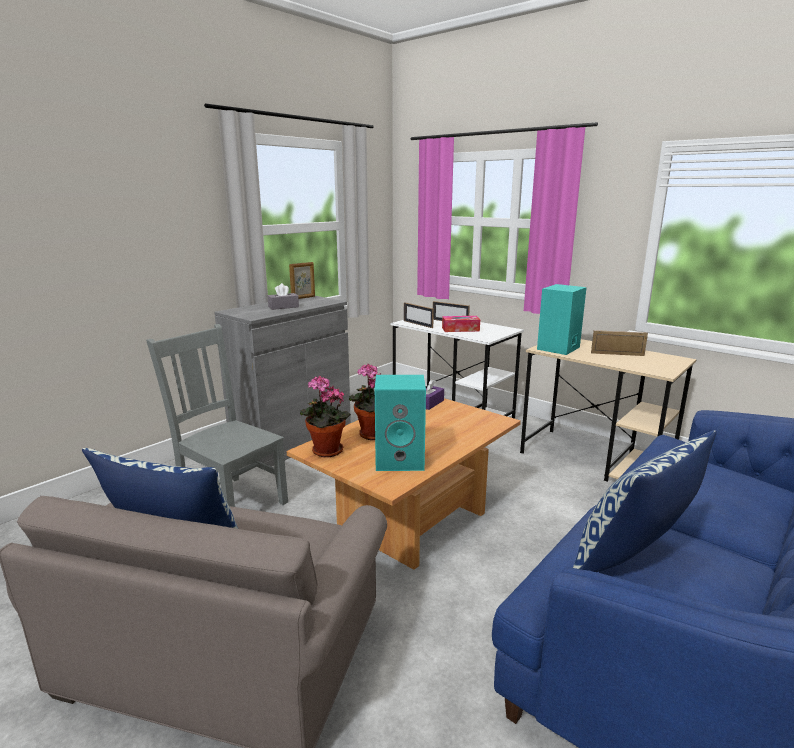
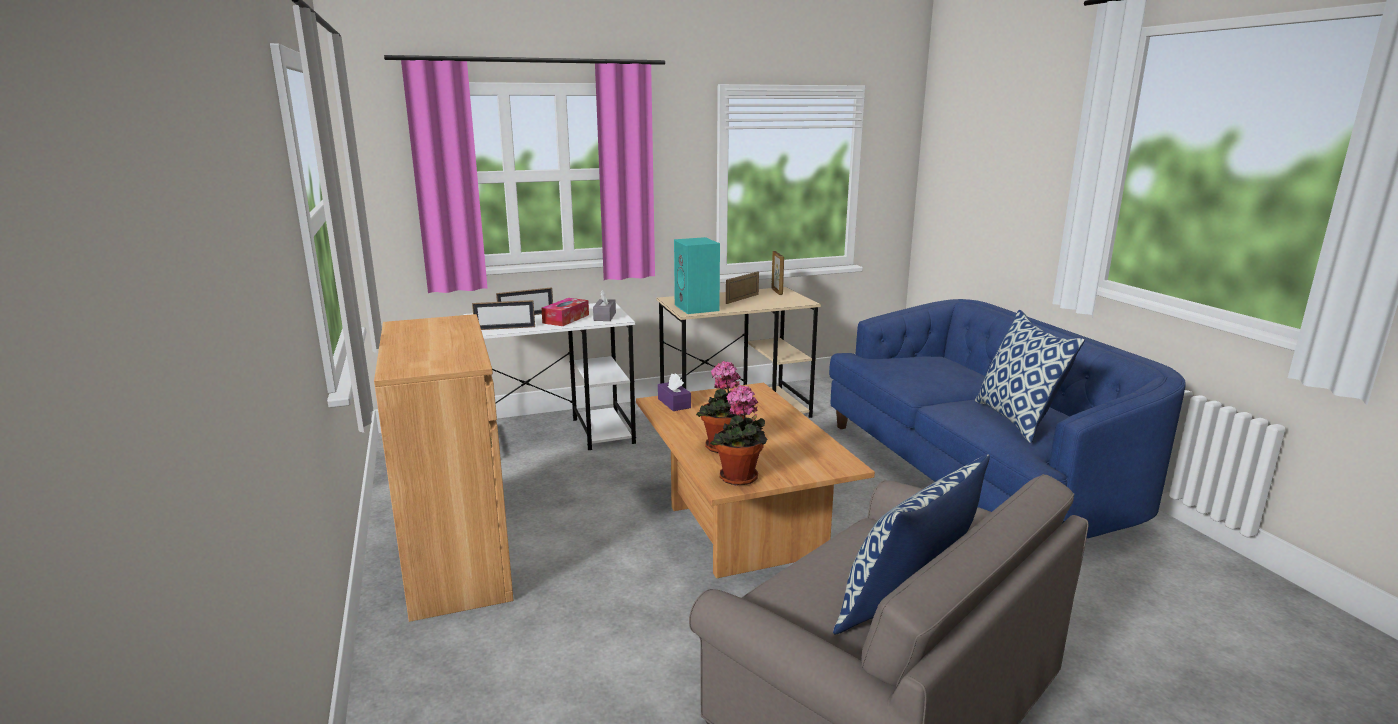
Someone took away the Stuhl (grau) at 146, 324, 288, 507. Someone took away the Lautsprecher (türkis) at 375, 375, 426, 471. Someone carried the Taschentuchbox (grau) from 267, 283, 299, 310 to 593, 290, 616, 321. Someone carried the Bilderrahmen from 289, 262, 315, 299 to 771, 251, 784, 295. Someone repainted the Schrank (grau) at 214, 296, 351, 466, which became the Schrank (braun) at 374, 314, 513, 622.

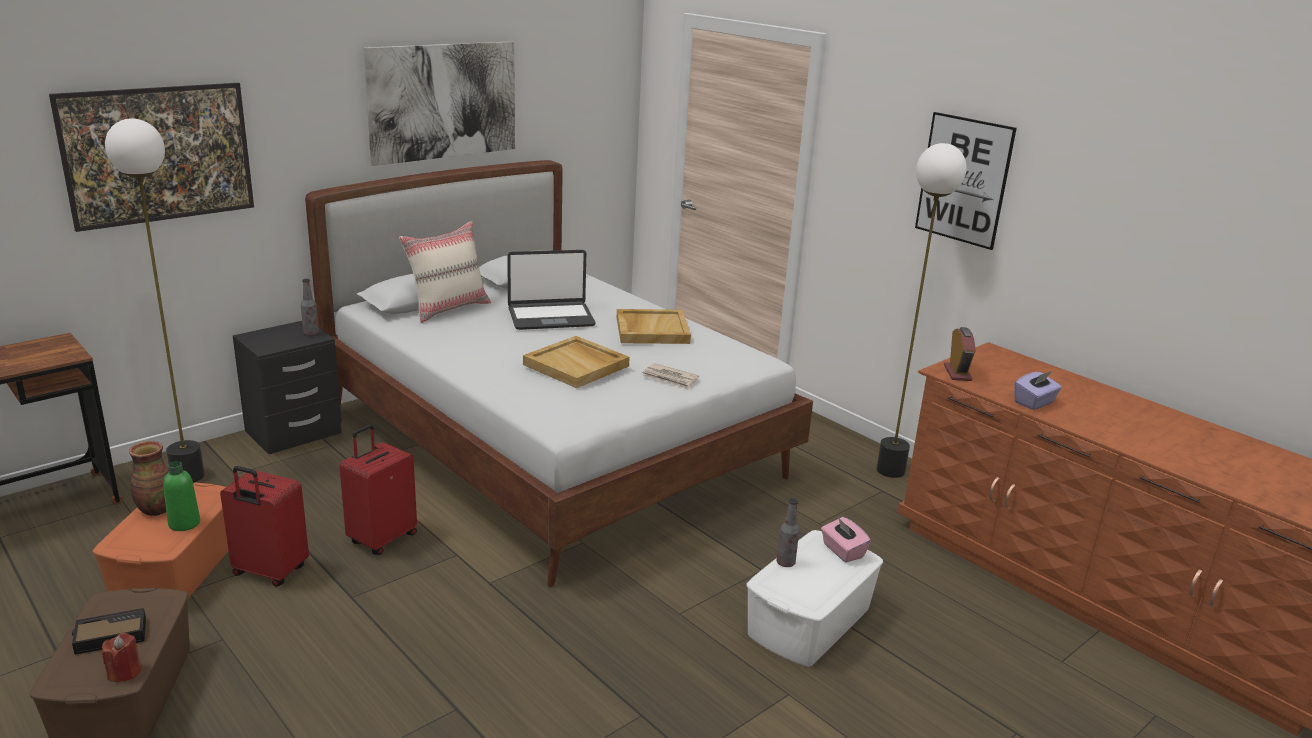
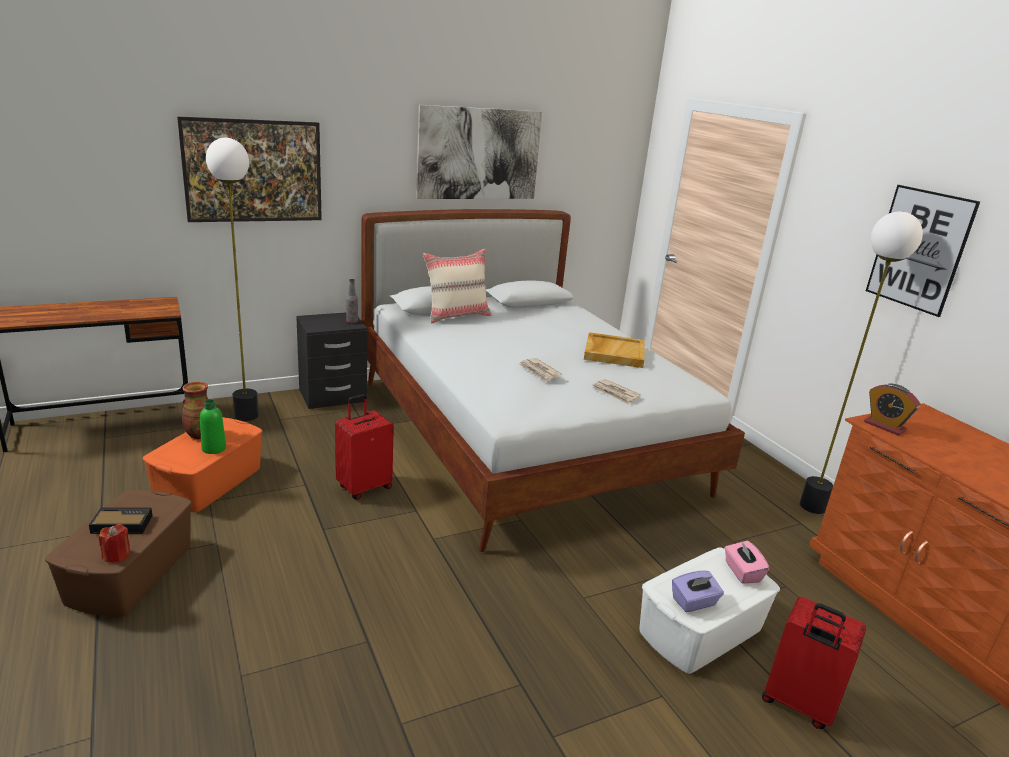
Someone took away the Laptop at 507, 250, 596, 330. Someone took away the Flasche at 776, 498, 799, 567. Someone carried the Koffer (rot) from 220, 466, 309, 587 to 762, 597, 866, 729. Someone carried the Taschentuchbox (lila) from 1014, 371, 1062, 410 to 672, 570, 724, 612. Someone swapped the Tablett (beige) at 523, 336, 630, 388 for the Zeitung at 519, 358, 562, 382. Someone rotated the Wecker at 944, 327, 976, 381 by 120 degrees clockwise.

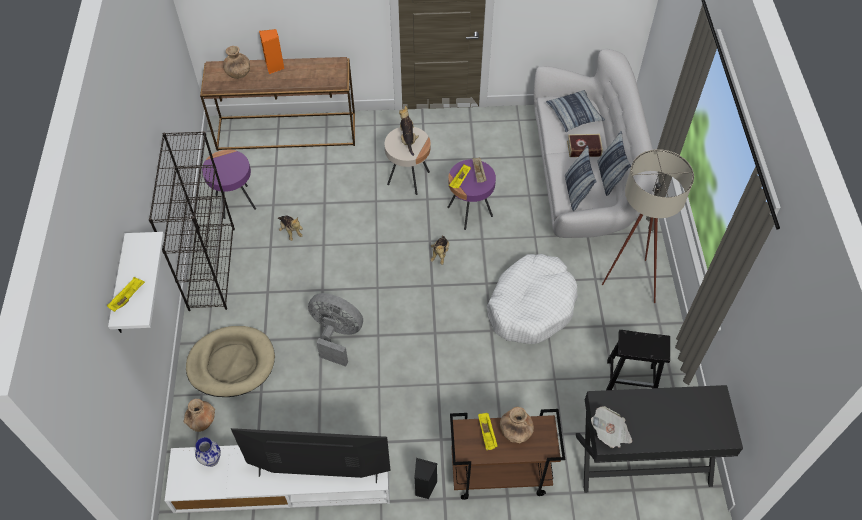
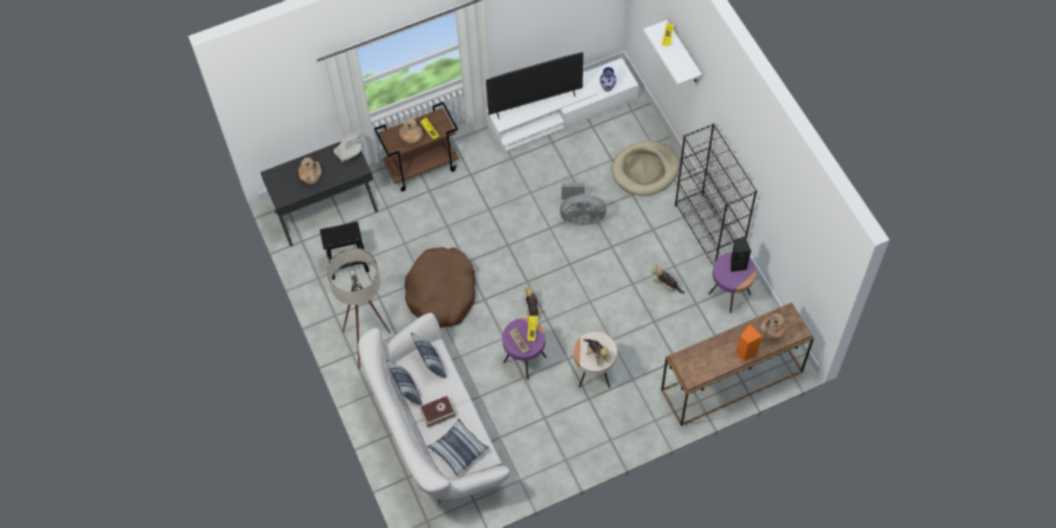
Someone carried the Vase (braun) from 184, 399, 215, 432 to 299, 157, 322, 184. Someone carried the Lautsprecher (schwarz) from 414, 458, 438, 499 to 731, 238, 751, 272. Someone repainted the Hundebett (weiß) at 487, 254, 578, 344, which became the Hundebett (braun) at 405, 247, 475, 328.

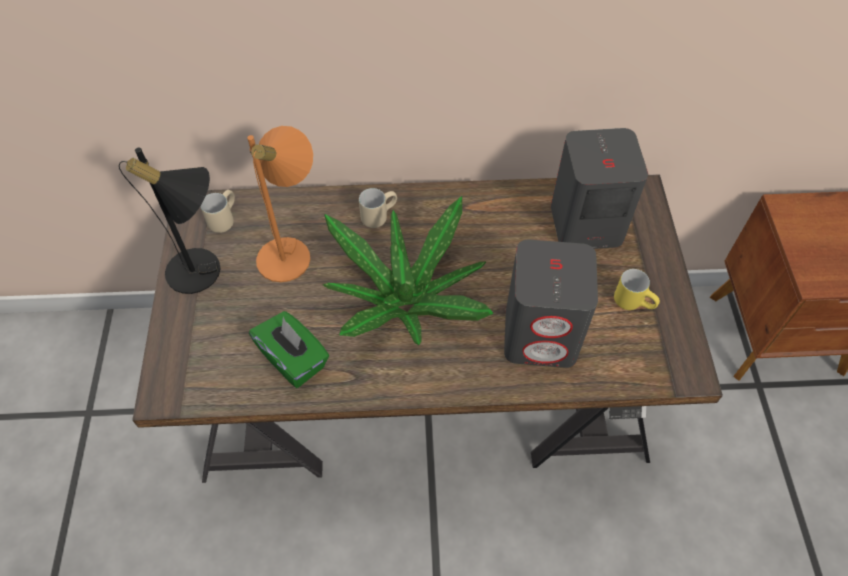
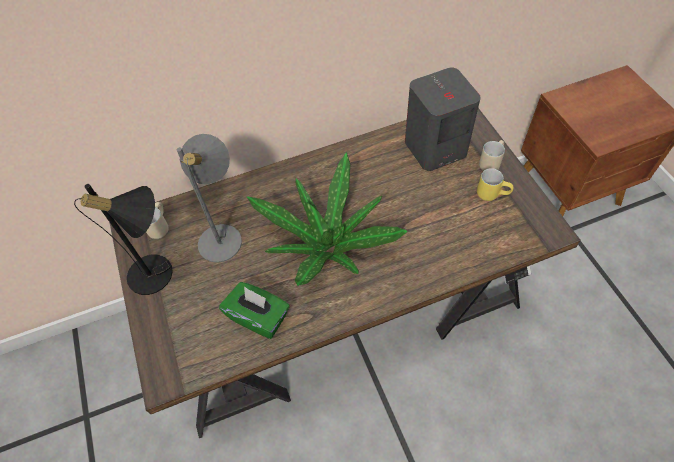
Someone took away the Lautsprecher (grau) at 504, 240, 598, 368. Someone carried the Henkelbecher (beige) from 359, 188, 397, 228 to 479, 140, 505, 171. Someone repainted the Tischlampe (orange) at 247, 126, 313, 282, which became the Tischlampe (grau) at 177, 134, 242, 263.

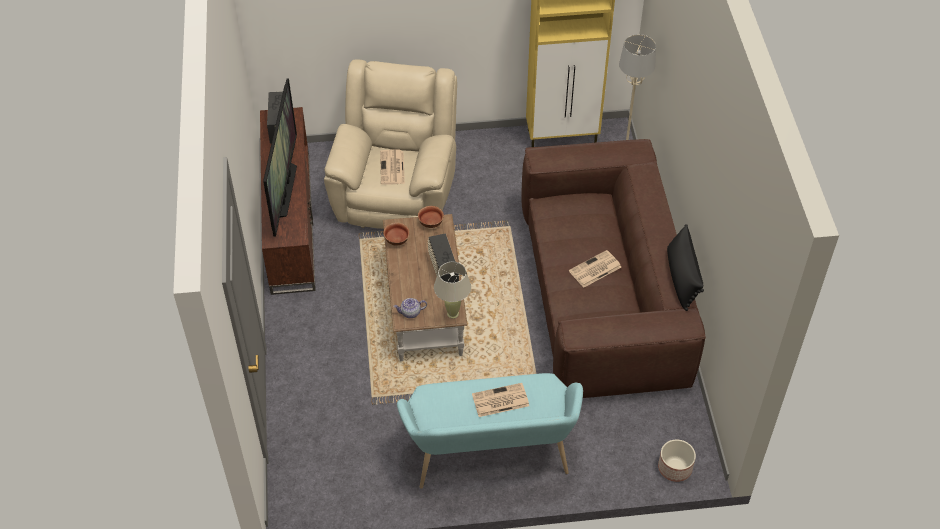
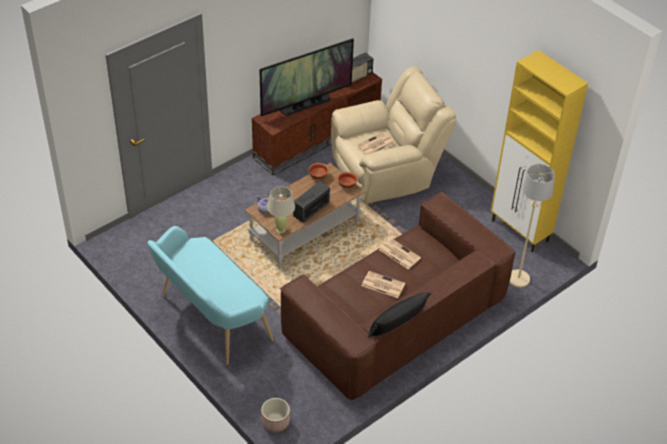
Someone carried the Zeitung from 472, 383, 529, 417 to 379, 238, 421, 269.

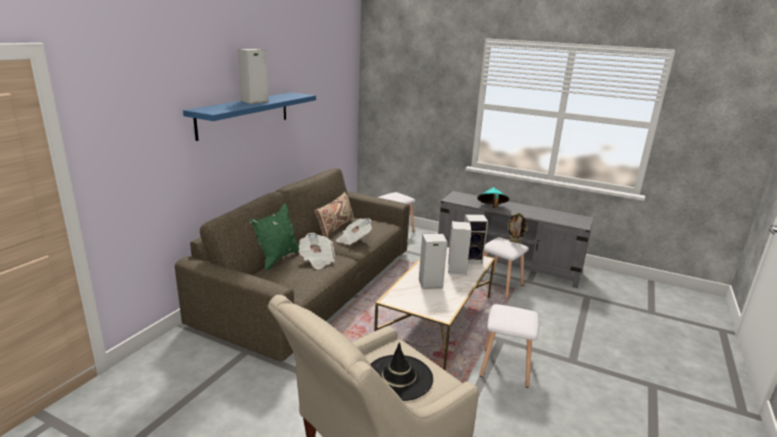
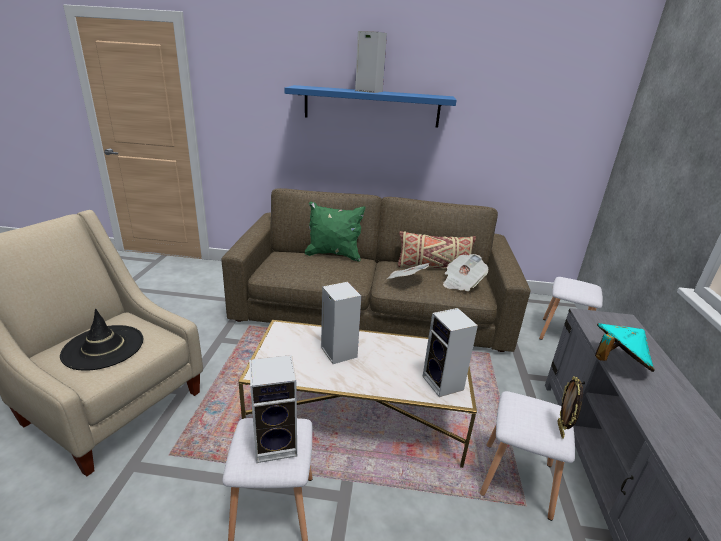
Someone carried the Zeitung from 299, 233, 335, 269 to 443, 254, 488, 291. Someone carried the Lautsprecher from 448, 221, 472, 275 to 249, 355, 297, 463.

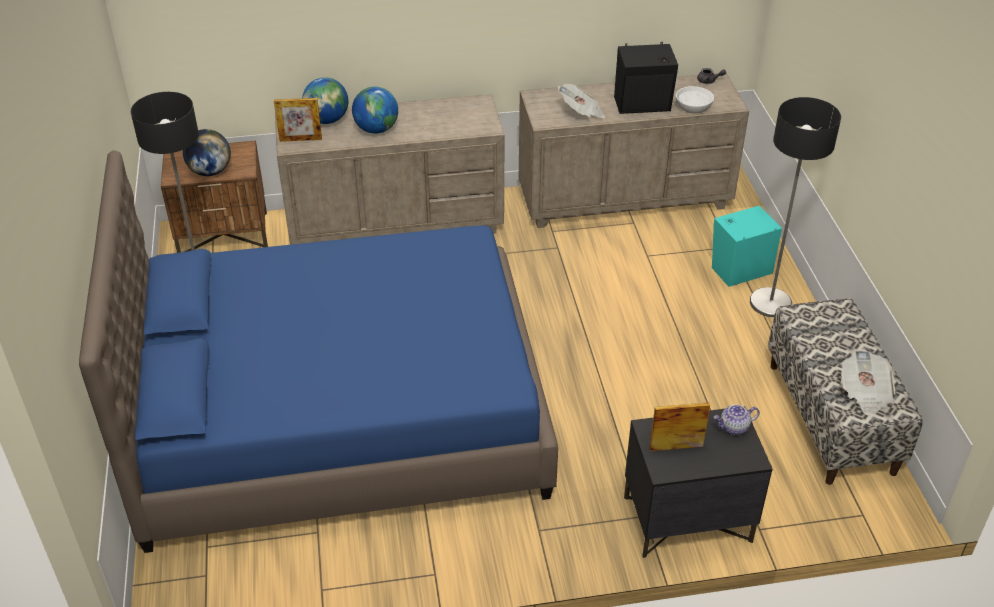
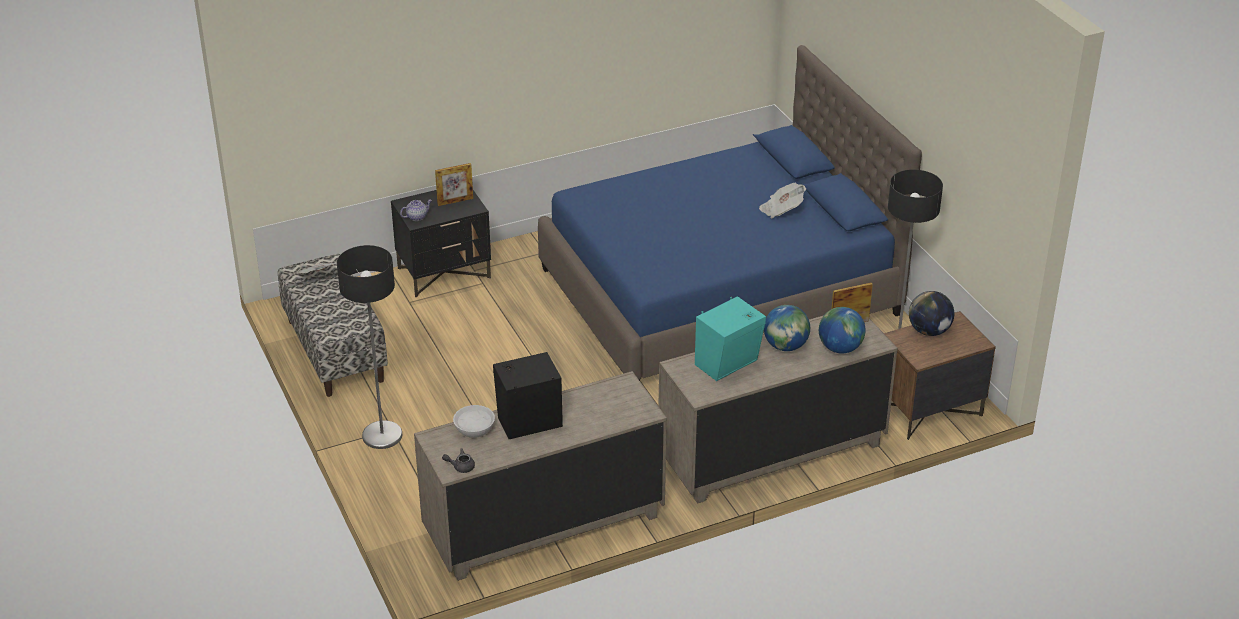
Someone carried the Zeitung from 558, 84, 605, 118 to 759, 183, 806, 218. Someone carried the Lautsprecher (türkis) from 712, 206, 782, 287 to 695, 296, 766, 381.

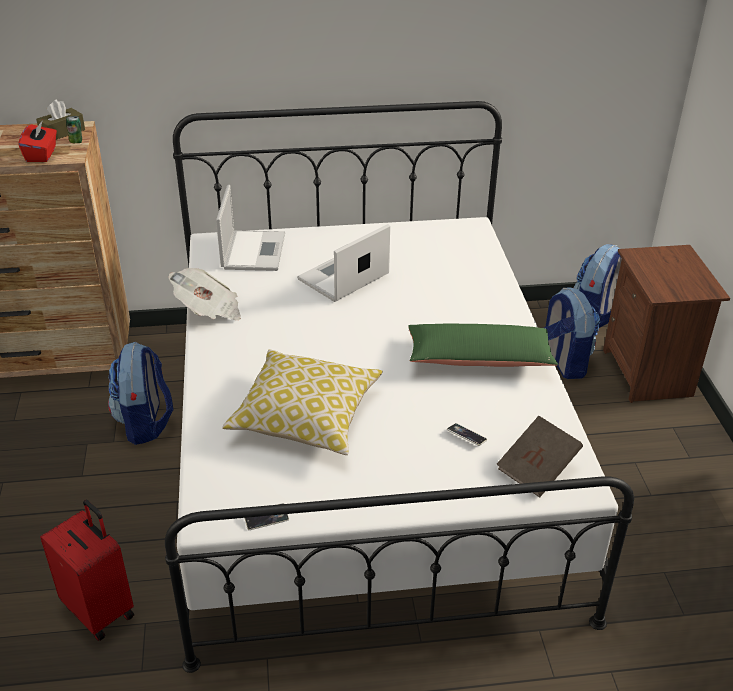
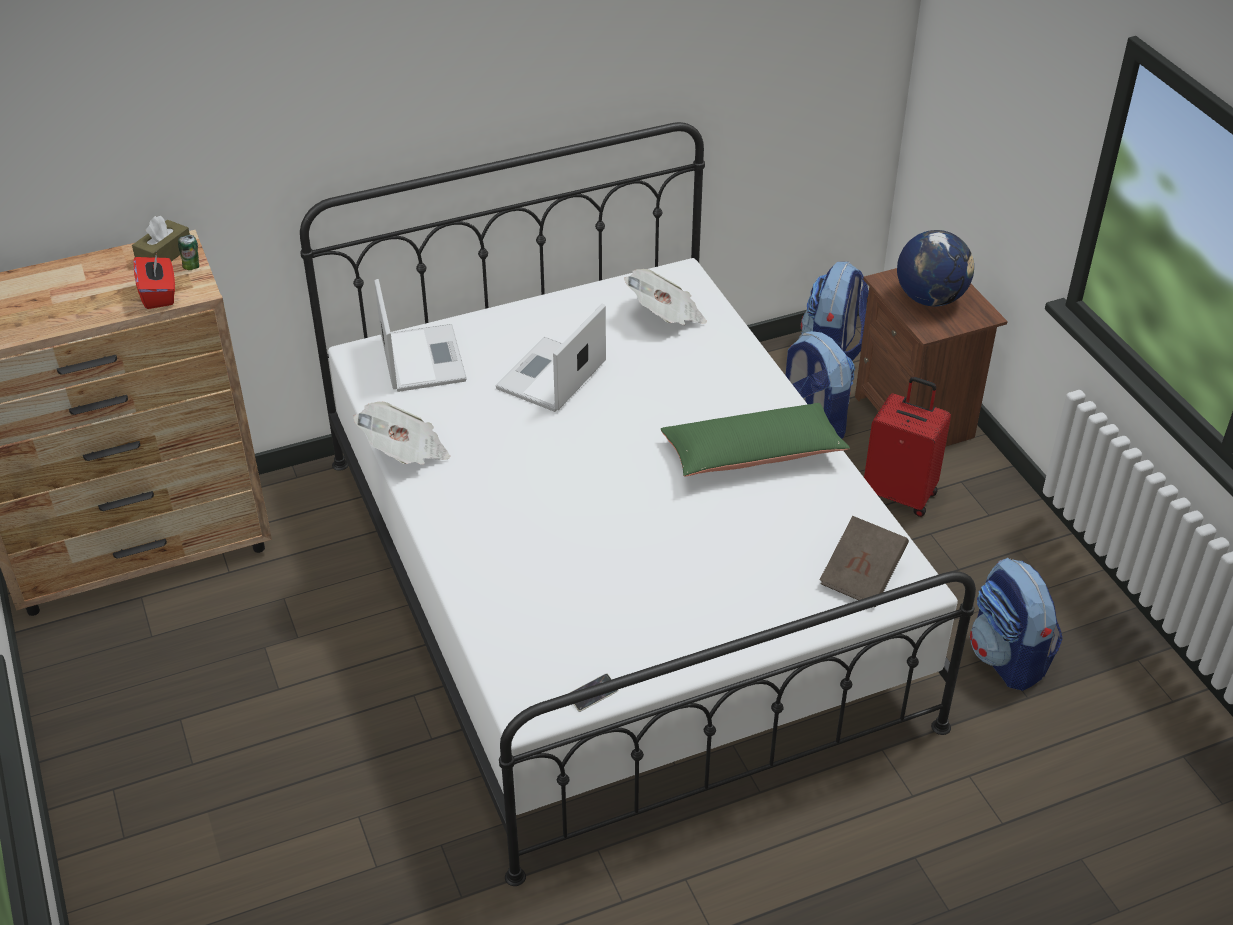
Someone took away the Kissen at 222, 349, 383, 455. Someone took away the Handy at 447, 423, 487, 446. Someone put down the Zeitung at 624, 269, 707, 325. Someone put down the Globus at 897, 230, 974, 306. Someone carried the Koffer (rot) from 40, 499, 134, 641 to 864, 377, 951, 517. Someone carried the Rucksack from 108, 342, 173, 445 to 970, 558, 1063, 691.

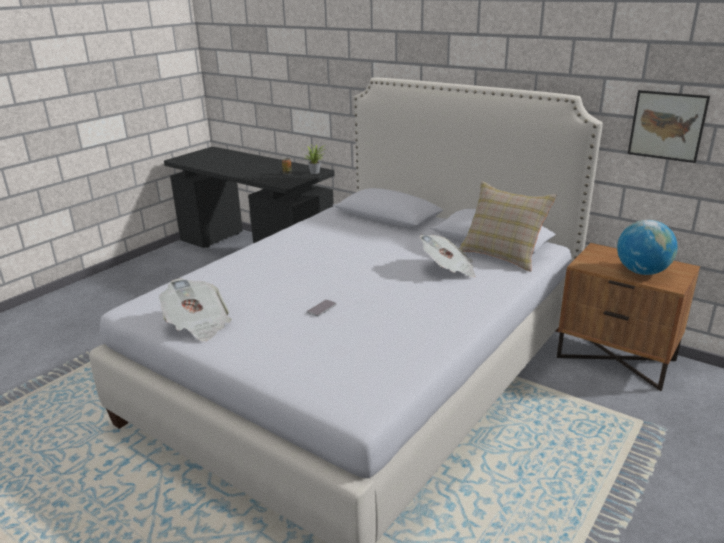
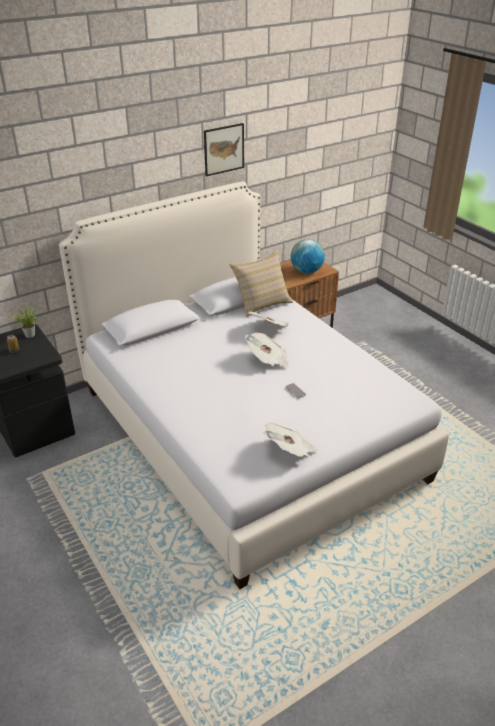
Someone put down the Zeitung at 245, 333, 289, 367. Someone carried the Bild from 628, 90, 710, 163 to 204, 123, 244, 176.

